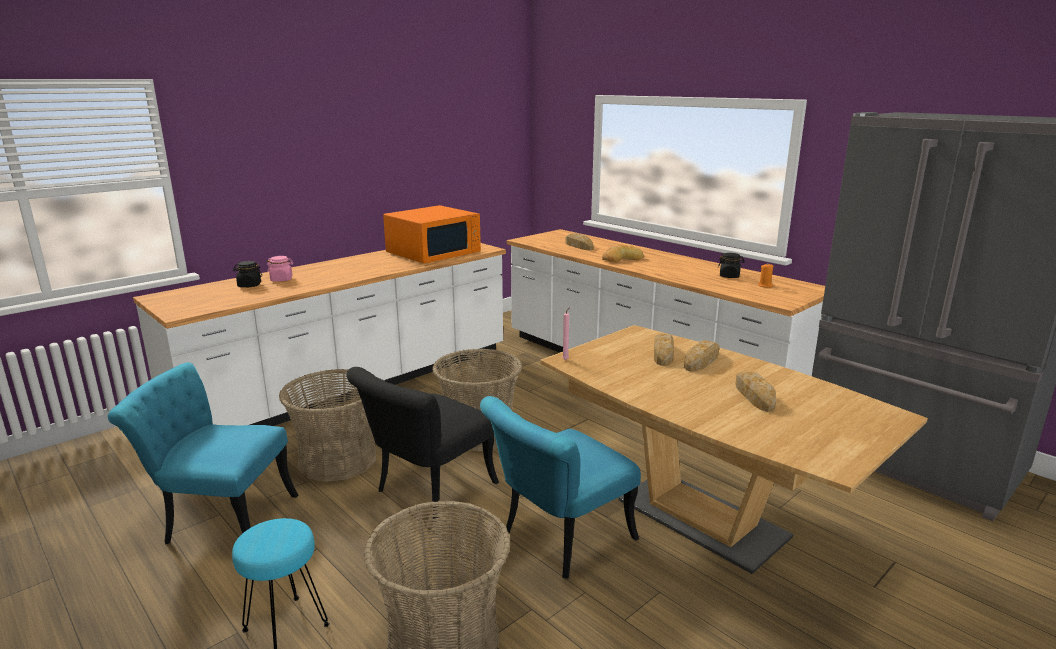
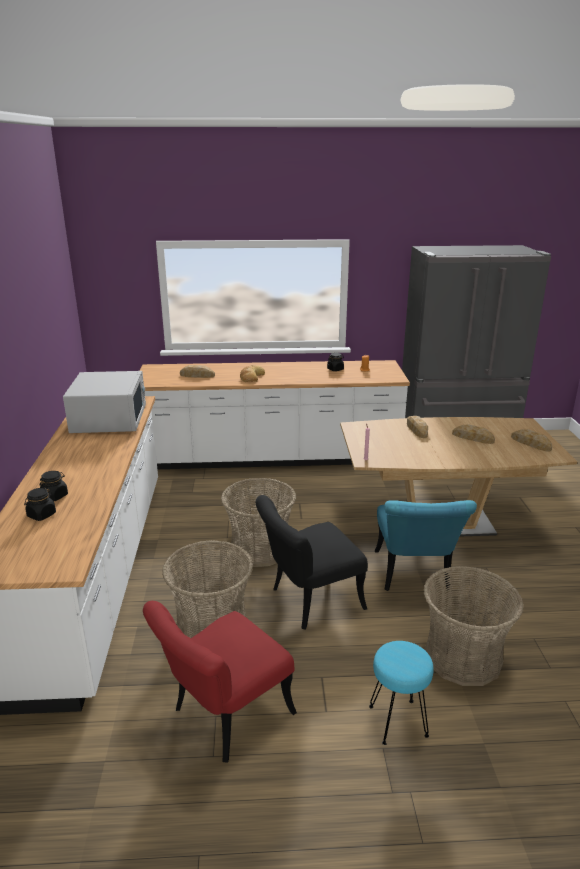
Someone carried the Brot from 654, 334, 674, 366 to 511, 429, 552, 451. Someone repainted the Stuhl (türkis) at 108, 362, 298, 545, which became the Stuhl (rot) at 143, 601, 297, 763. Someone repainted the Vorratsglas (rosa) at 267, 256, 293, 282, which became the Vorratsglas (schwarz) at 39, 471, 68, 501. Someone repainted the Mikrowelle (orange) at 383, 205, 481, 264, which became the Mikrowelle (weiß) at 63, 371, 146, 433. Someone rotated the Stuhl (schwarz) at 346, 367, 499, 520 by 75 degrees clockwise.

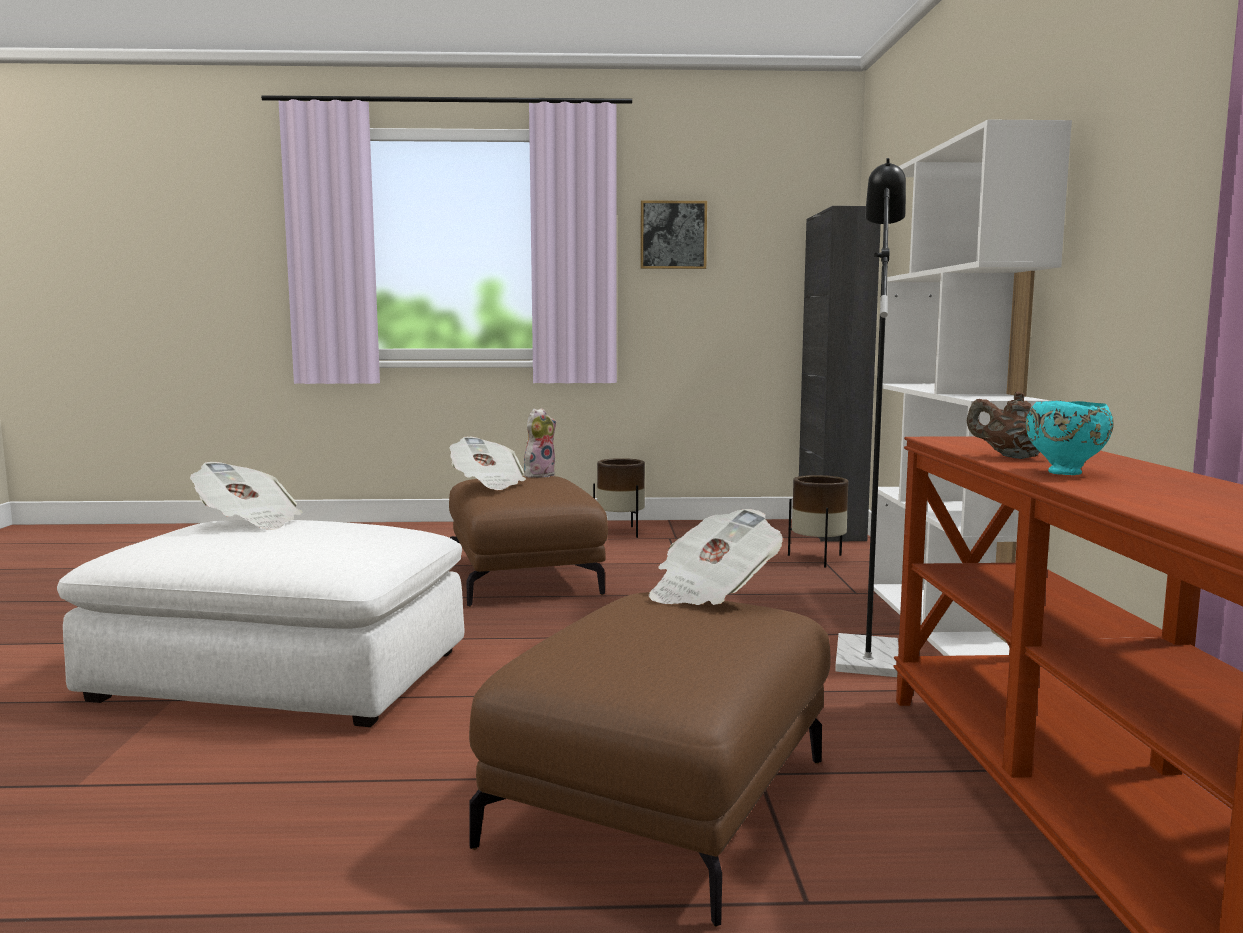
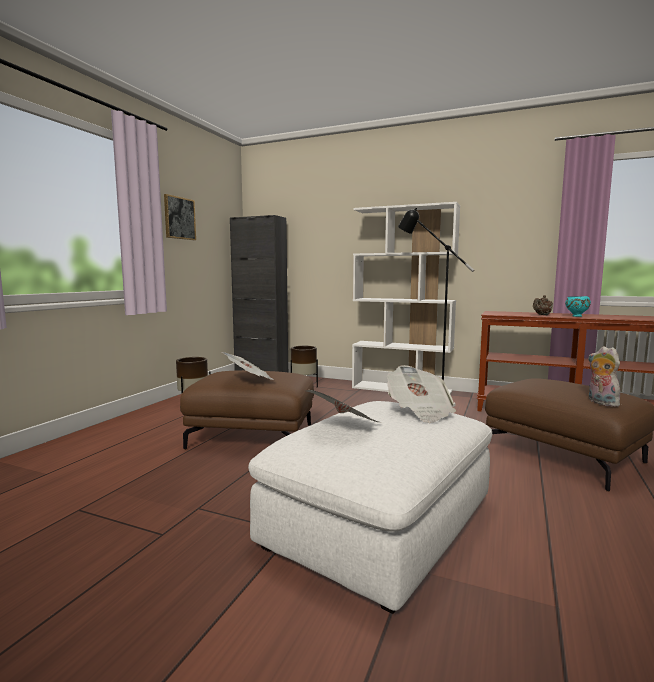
Someone carried the Plüschtier from 524, 408, 556, 478 to 588, 346, 620, 407. Someone carried the Zeitung from 649, 509, 783, 605 to 387, 365, 456, 423.

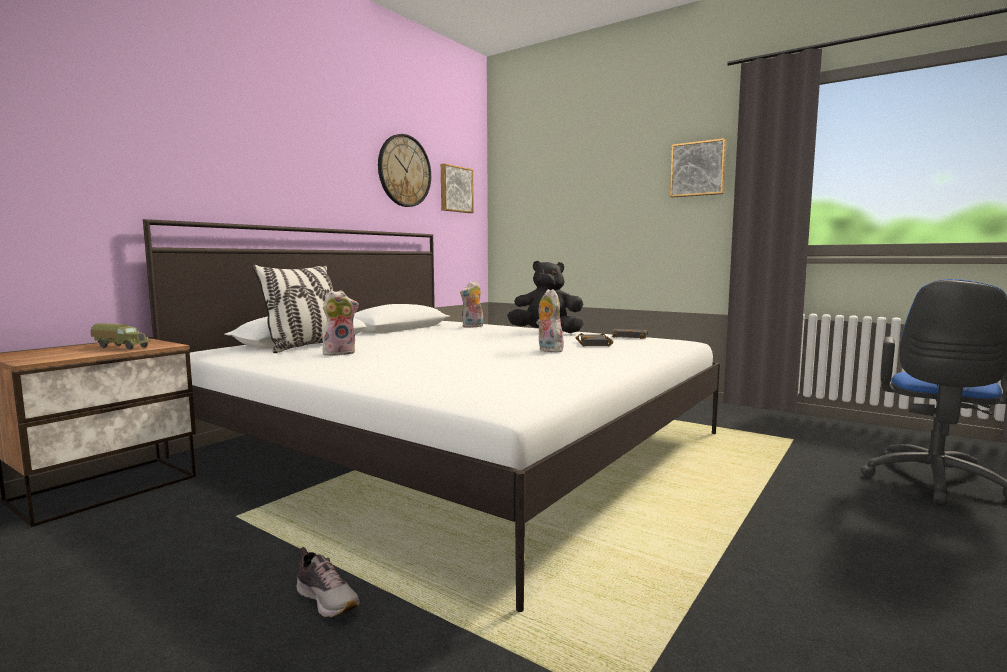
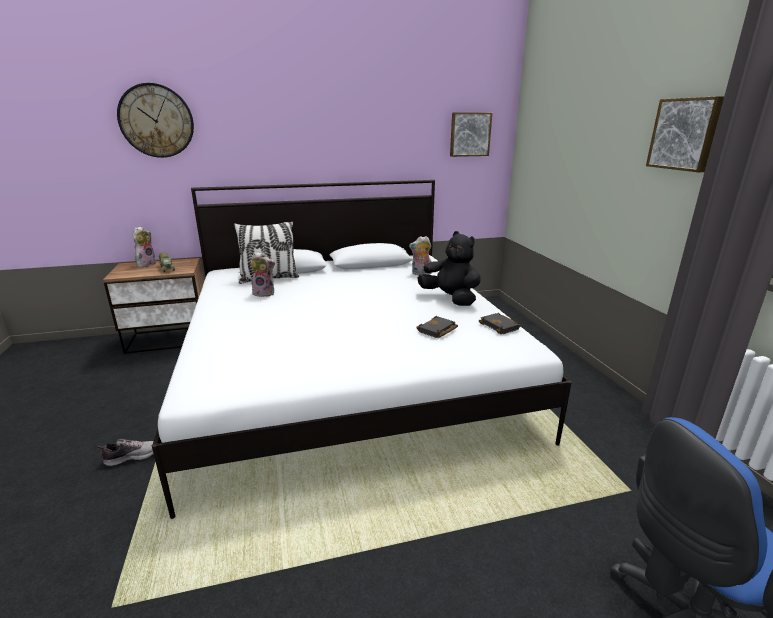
Someone carried the Wanduhr from 378, 134, 431, 207 to 117, 83, 194, 158. Someone carried the Plüschtier from 536, 289, 564, 352 to 133, 226, 156, 267. Someone rotated the Schuh at 297, 547, 360, 617 by 105 degrees counterclockwise.

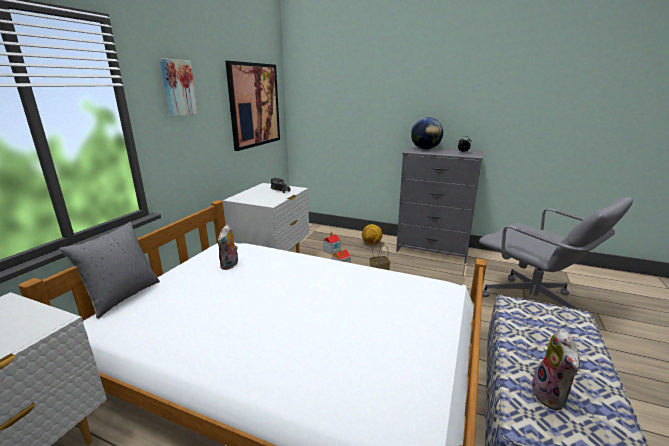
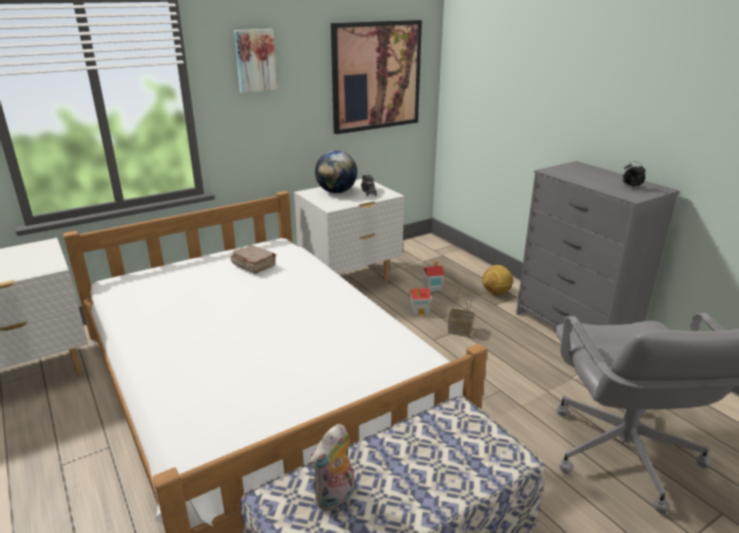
Someone took away the Kissen (grau) at 60, 221, 160, 319. Someone carried the Globus from 411, 117, 443, 150 to 315, 150, 357, 193. Someone swapped the Plüschtier at 217, 224, 238, 270 for the Buch (braun) at 231, 245, 276, 274.

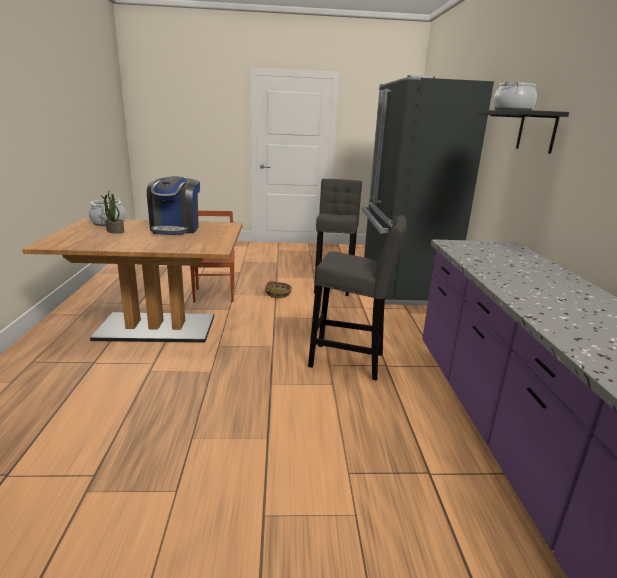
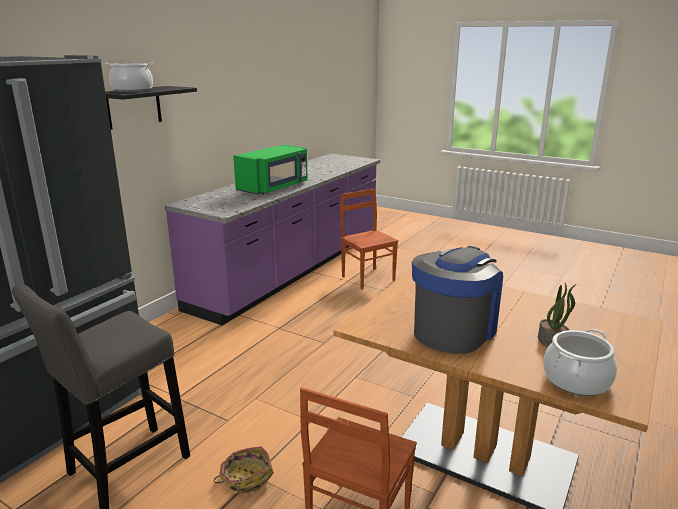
Someone took away the Hocker (grau) at 308, 215, 407, 381. Someone put down the Mikrowelle (grün) at 233, 144, 308, 195. Someone put down the Stuhl (braun) at 340, 189, 398, 289.

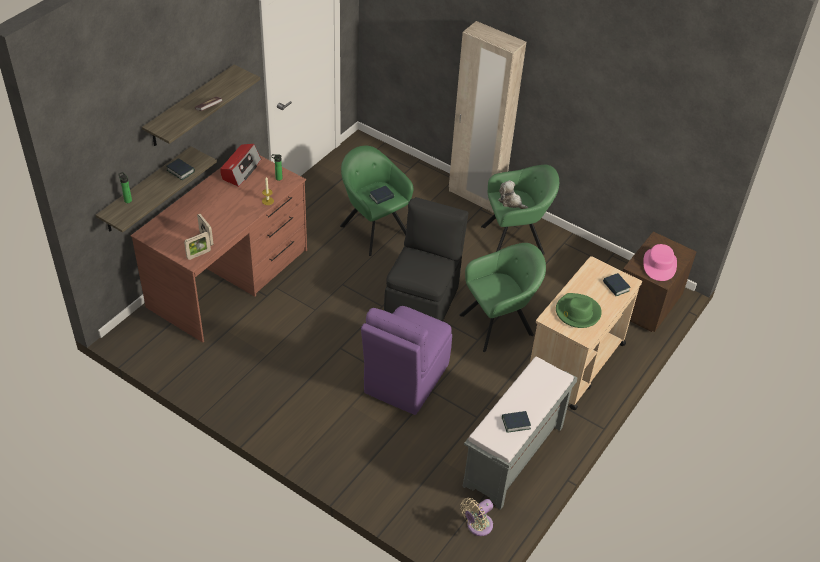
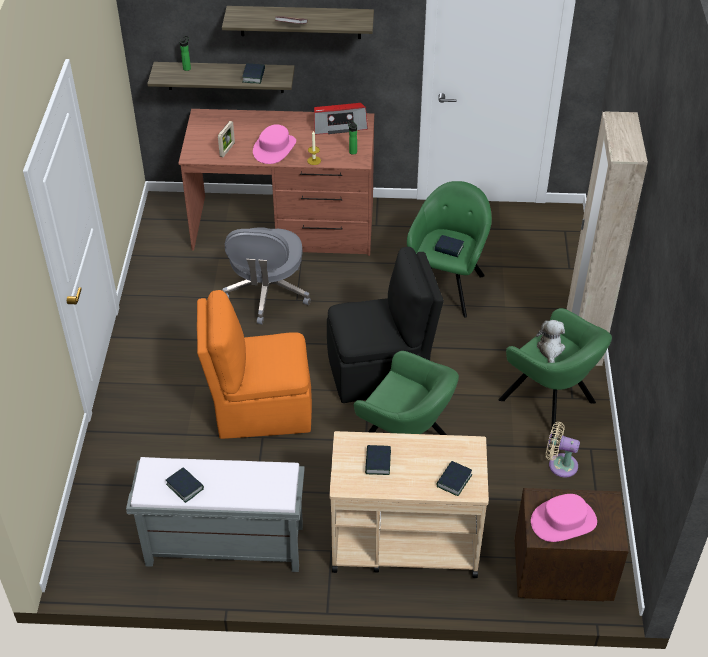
Someone took away the Bilderrahmen at 184, 232, 211, 260. Someone put down the Bürostuhl (grau) at 222, 227, 311, 324. Someone put down the Hut (rosa) at 253, 124, 296, 164. Someone carried the Ventilator (beige) from 461, 498, 493, 536 to 546, 422, 580, 477. Someone swapped the Hut (grün) at 556, 293, 602, 328 for the Buch at 365, 445, 391, 475. Someone repainted the Stuhl (lila) at 361, 306, 452, 415, which became the Stuhl (orange) at 197, 290, 312, 439.

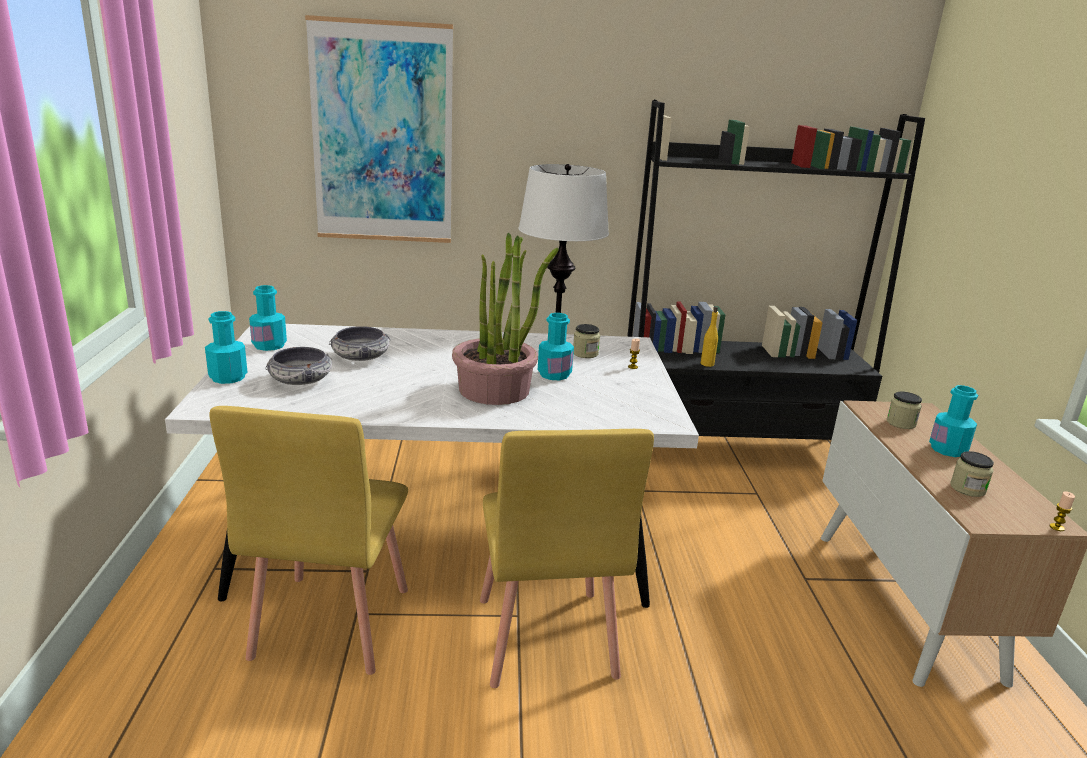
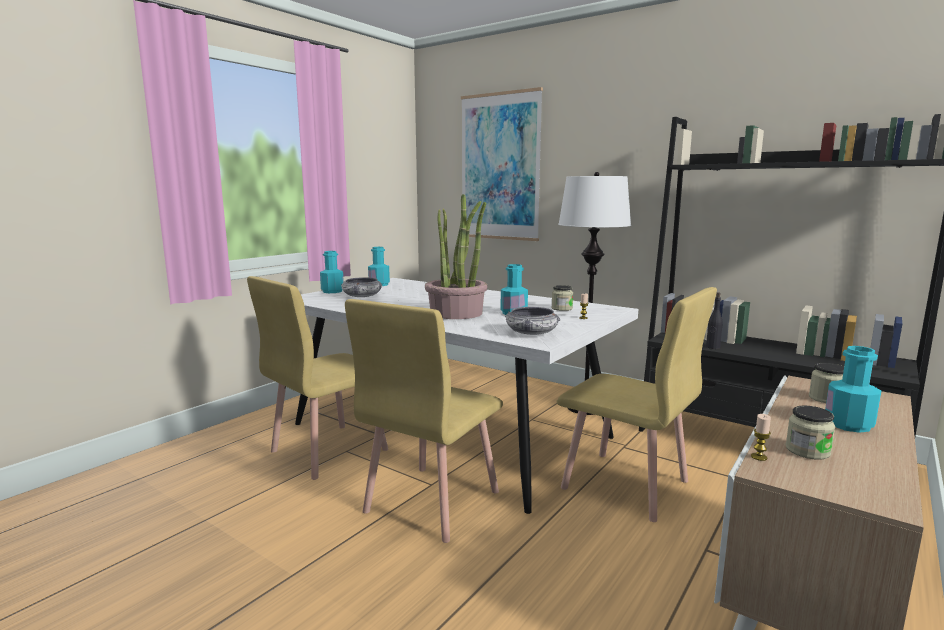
Someone put down the Stuhl (gelb) at 557, 287, 717, 522. Someone carried the Schüssel from 329, 326, 391, 361 to 505, 307, 560, 335. Someone carried the Kerze from 1050, 491, 1075, 531 to 751, 414, 771, 461. Someone repainted the Flasche (gelb) at 701, 307, 718, 367, which became the Flasche (schwarz) at 706, 292, 723, 349.

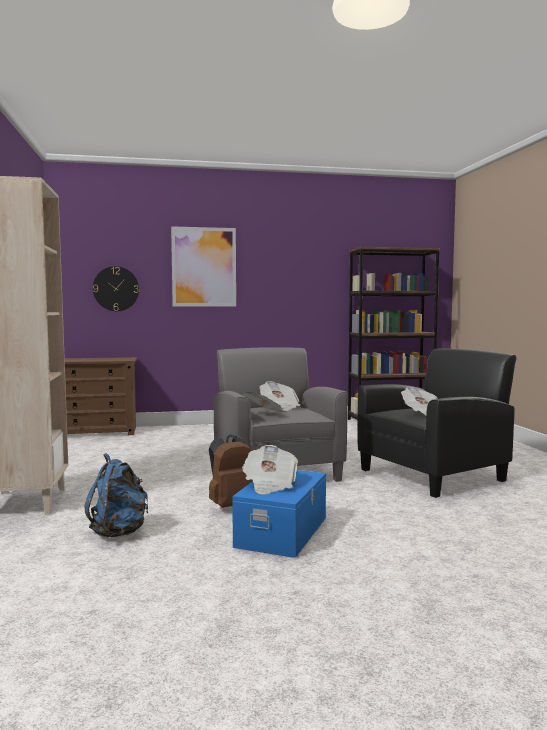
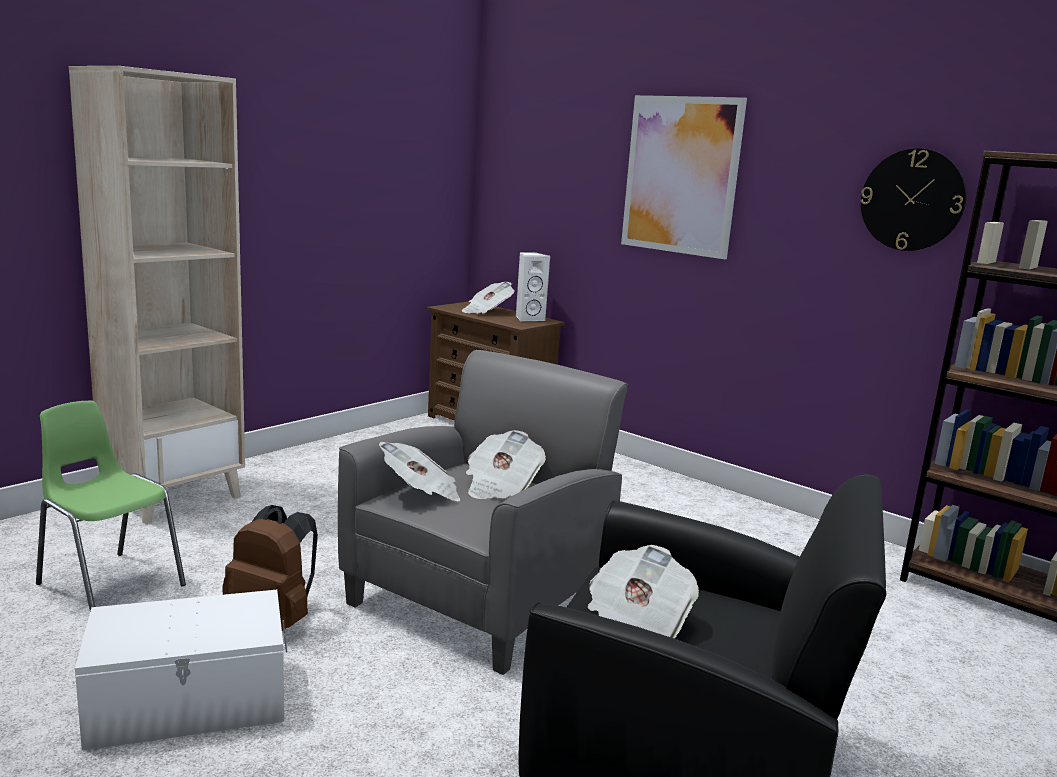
Someone put down the Lautsprecher (weiß) at 516, 252, 550, 321. Someone carried the Wanduhr from 93, 266, 139, 311 to 860, 148, 966, 251. Someone carried the Zeitung from 242, 445, 298, 494 to 462, 282, 514, 314. Someone swapped the Rucksack (blau) at 85, 453, 148, 537 for the Stuhl (grün) at 36, 401, 186, 611. Someone repainted the Aufbewahrungsbox (blau) at 232, 470, 326, 558, which became the Aufbewahrungsbox (weiß) at 75, 590, 287, 751.

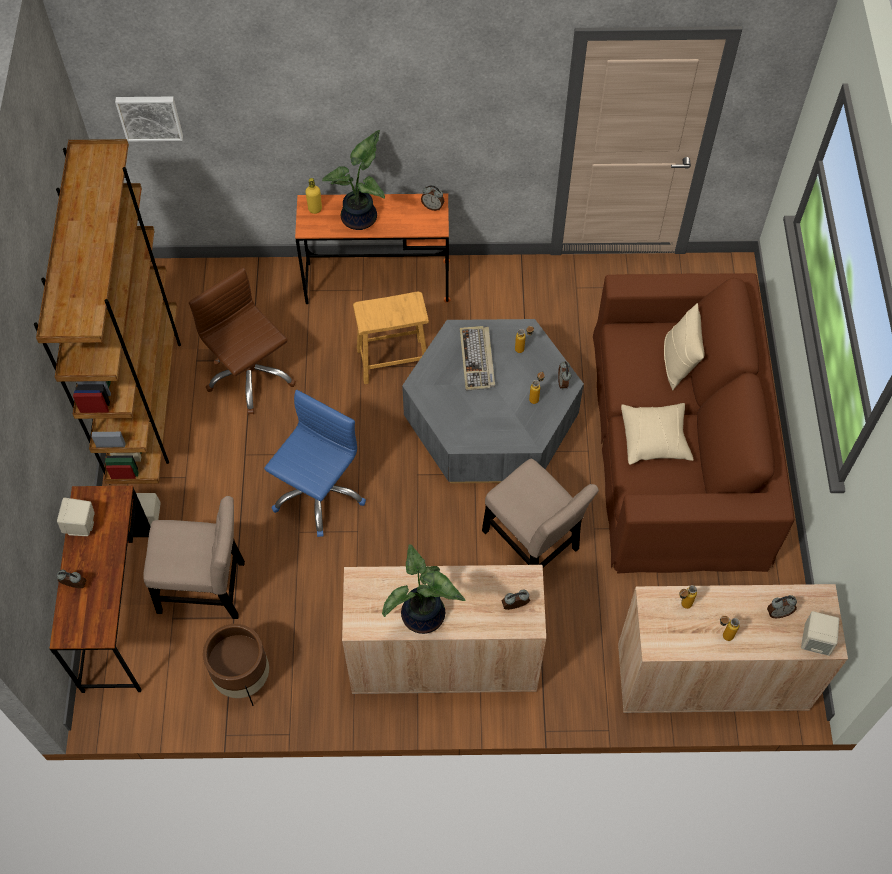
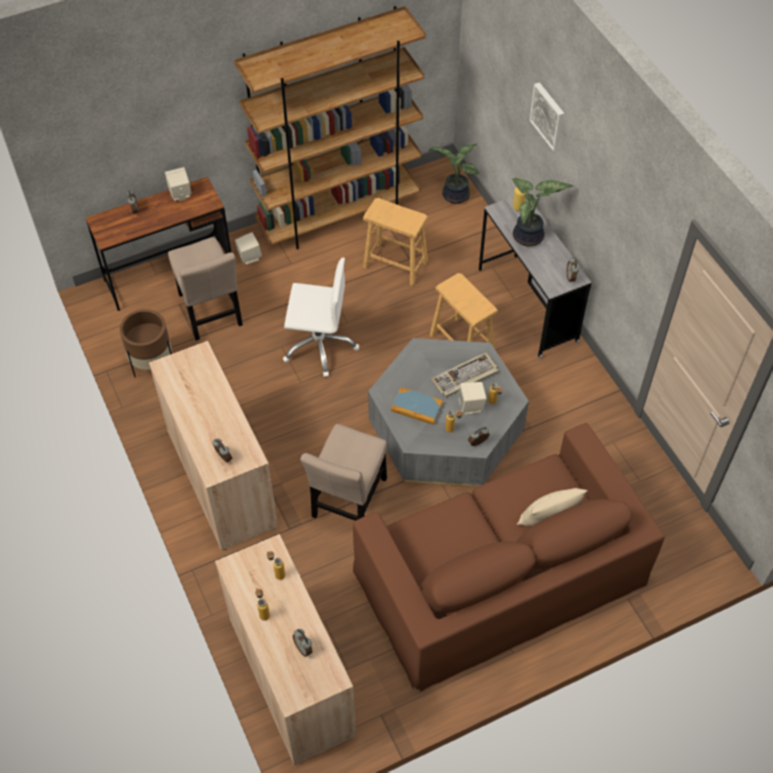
Someone took away the Kissen (beige) at 621, 403, 694, 465. Someone put down the Buch at 391, 387, 443, 425. Someone carried the Bild from 115, 97, 183, 141 to 530, 82, 564, 151. Someone carried the Topfpflanze from 382, 544, 465, 634 to 429, 143, 480, 204. Someone carried the Lautsprecher (beige) from 801, 611, 839, 656 to 458, 382, 487, 415. Someone swapped the Bürostuhl (braun) at 189, 267, 296, 414 for the Hocker (braun) at 363, 198, 428, 286. Someone repainted the Bürostuhl (blau) at 264, 390, 366, 537, which became the Bürostuhl (weiß) at 283, 257, 359, 377. Someone repainted the Schreibtisch (orange) at 295, 194, 451, 304, which became the Schreibtisch (grau) at 479, 196, 592, 359.

